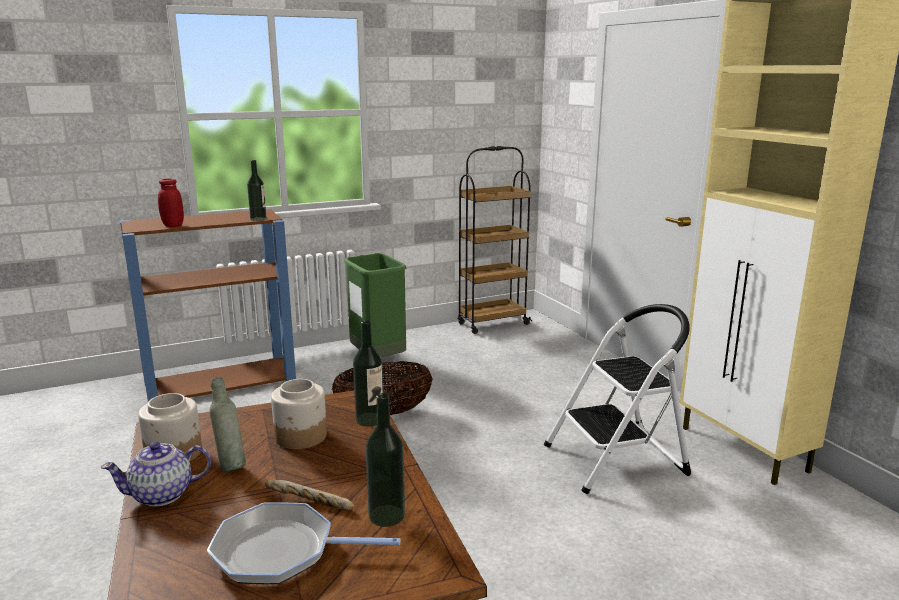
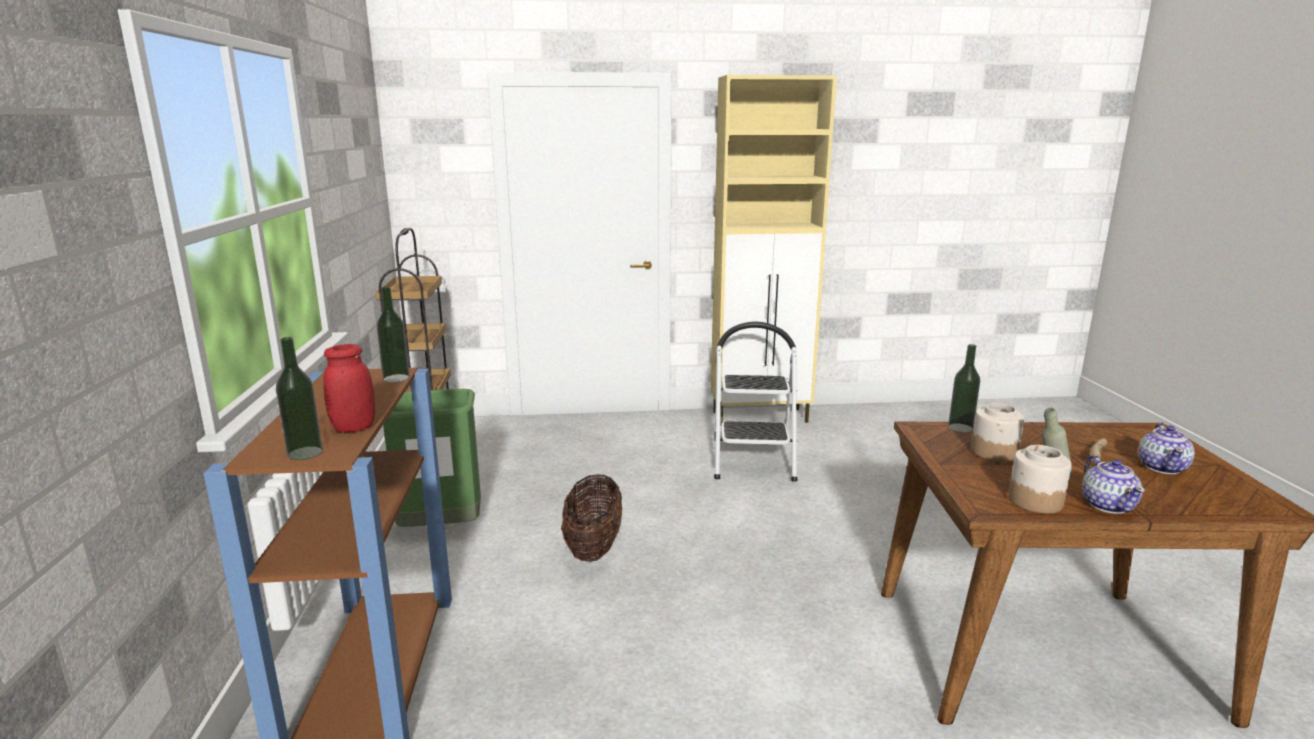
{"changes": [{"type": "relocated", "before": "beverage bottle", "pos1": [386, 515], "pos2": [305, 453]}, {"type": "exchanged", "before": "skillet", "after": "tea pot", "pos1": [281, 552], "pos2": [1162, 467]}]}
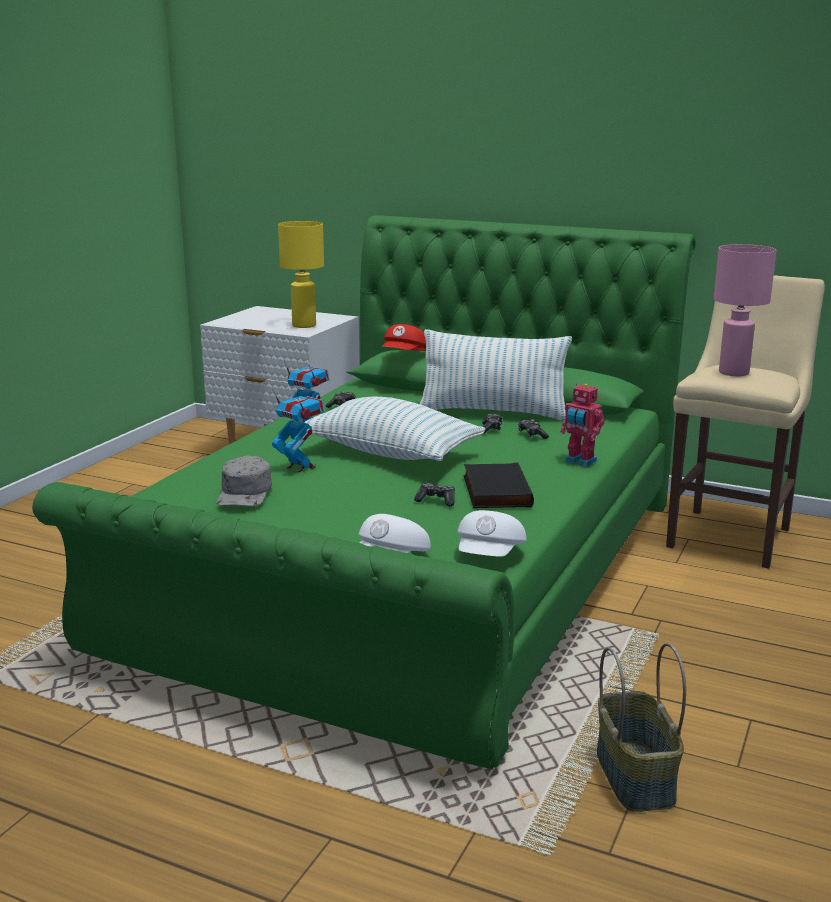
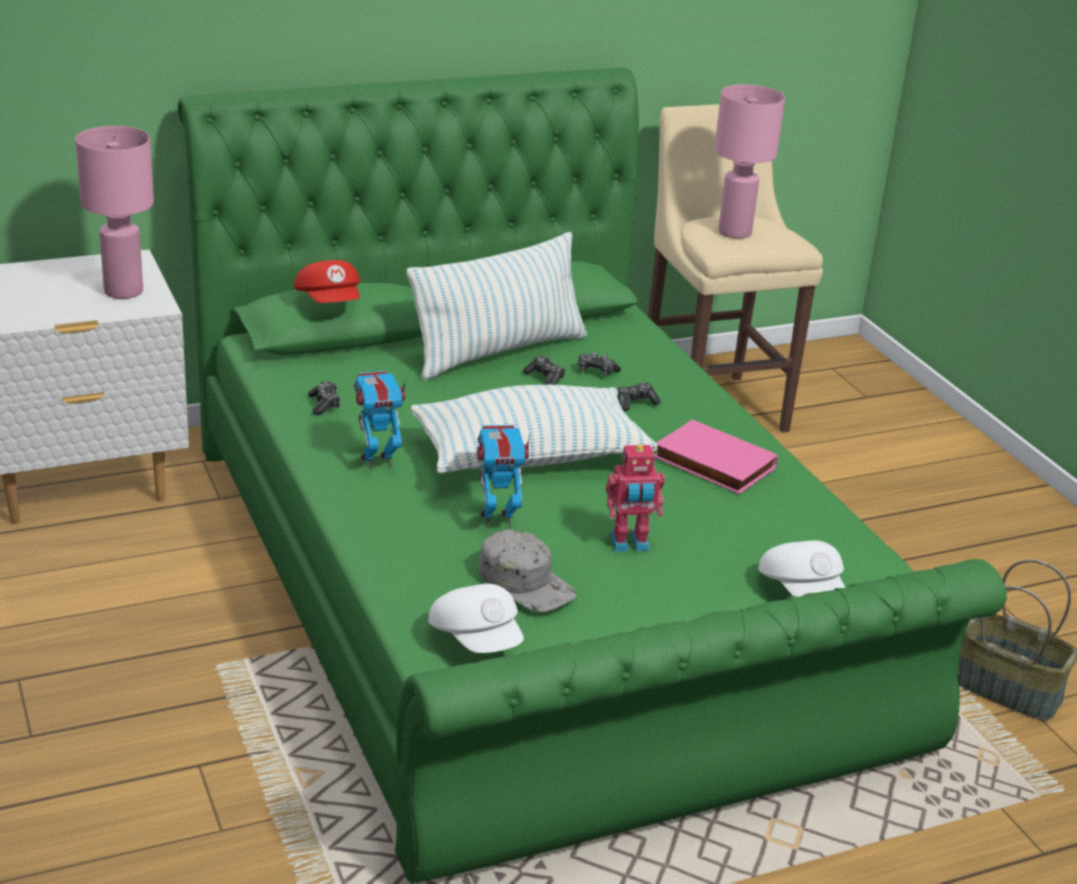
{"changes": [{"type": "colour", "before": "table lamp (yellow-coloured)", "after": "table lamp (pinkish)", "pos1": [305, 325], "pos2": [124, 291]}, {"type": "relocated", "before": "toy robot", "pos1": [579, 461], "pos2": [630, 544]}, {"type": "colour", "before": "volume (black-coloured)", "after": "volume (pinkish)", "pos1": [494, 491], "pos2": [712, 464]}, {"type": "relocated", "before": "game controller", "pos1": [436, 500], "pos2": [635, 403]}, {"type": "relocated", "before": "cap (whitish)", "pos1": [490, 556], "pos2": [477, 639]}]}
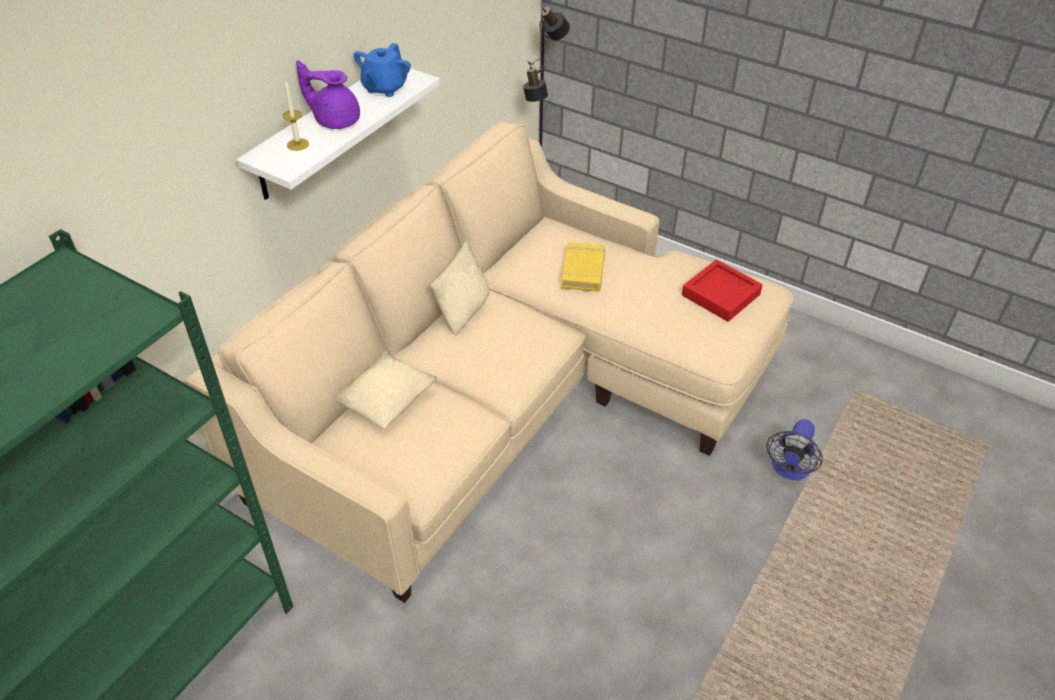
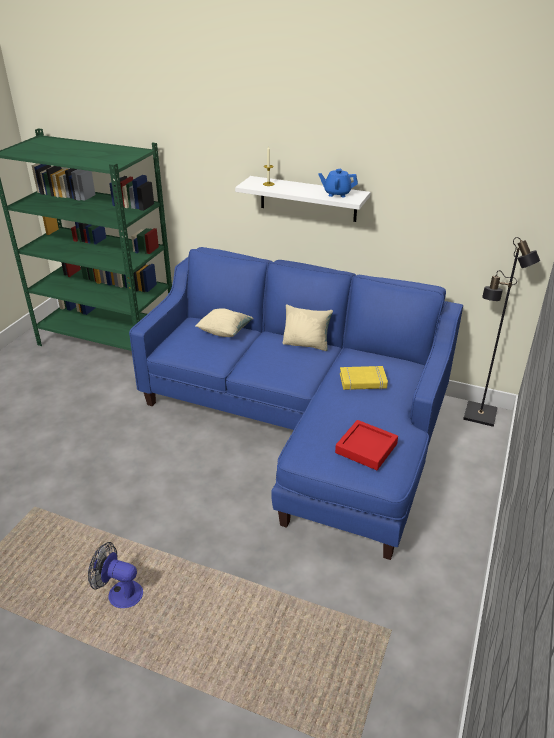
{"changes": [{"type": "missing", "before": "tea pot (purple-coloured)", "pos1": [335, 120]}, {"type": "colour", "before": "couch (beige-coloured)", "after": "couch (blue-coloured)", "pos1": [510, 400], "pos2": [303, 422]}, {"type": "relocated", "before": "fan", "pos1": [789, 470], "pos2": [119, 592]}]}
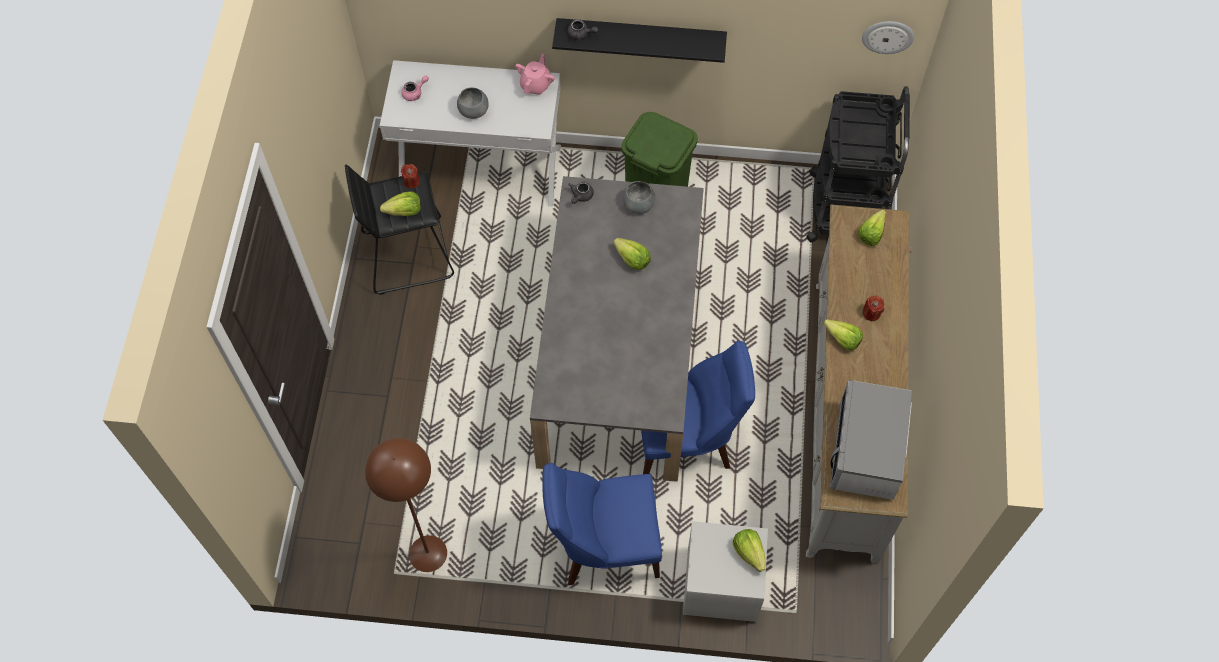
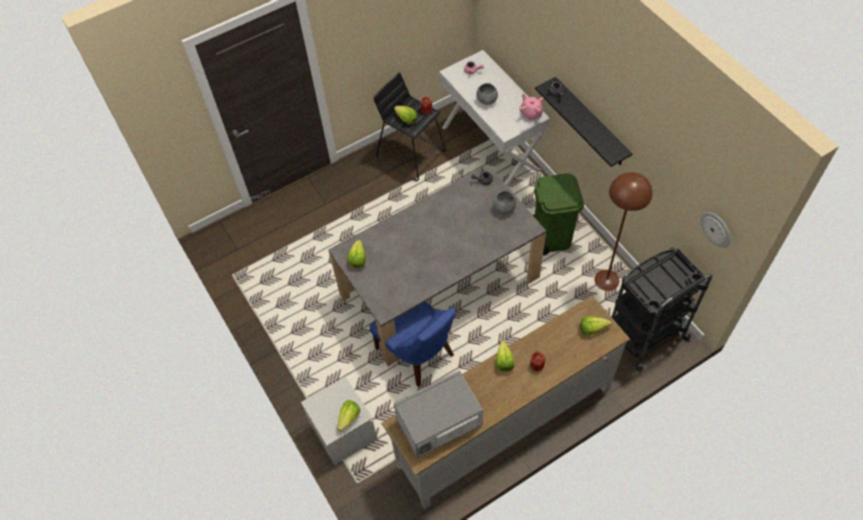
{"changes": [{"type": "spun", "before": "tea pot (pinkish)", "pos1": [536, 85], "pos2": [531, 113], "turn": -105}, {"type": "relocated", "before": "lettuce head", "pos1": [632, 260], "pos2": [357, 259]}, {"type": "relocated", "before": "standard lamp (brown)", "pos1": [427, 554], "pos2": [606, 280]}, {"type": "missing", "before": "plain chair (blue-coloured)", "pos1": [604, 545]}]}
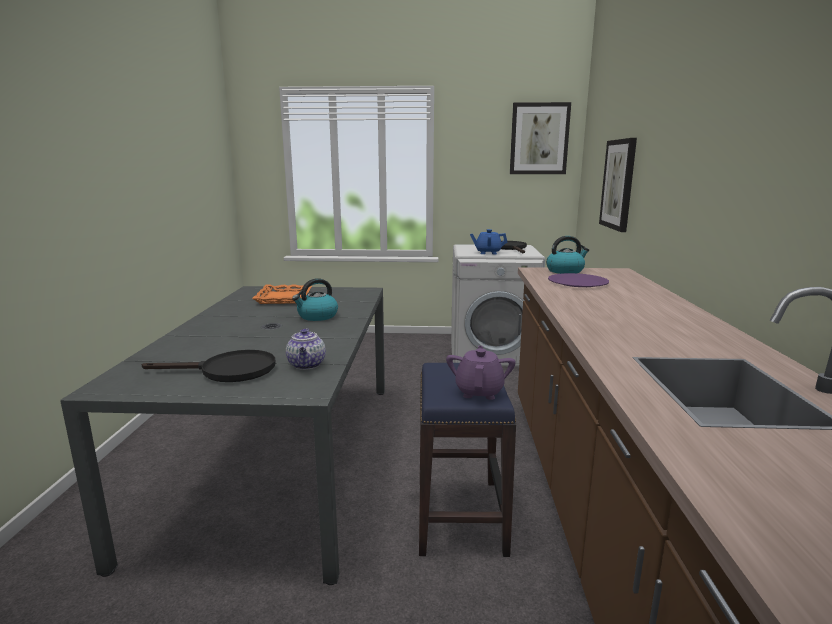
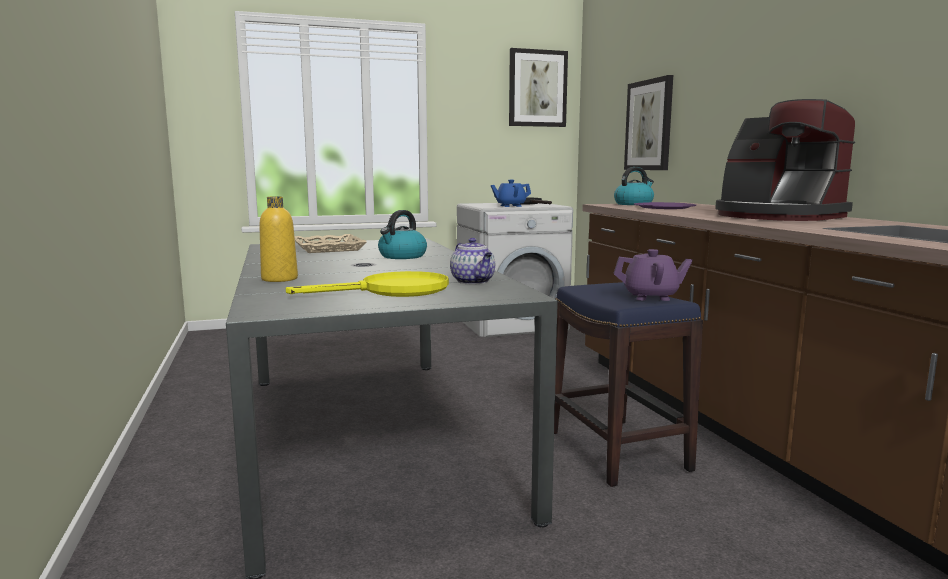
{"changes": [{"type": "colour", "before": "tray (orangey)", "after": "tray (beige-coloured)", "pos1": [284, 298], "pos2": [328, 248]}, {"type": "spun", "before": "tea pot (purple-coloured)", "pos1": [479, 392], "pos2": [651, 297], "turn": 105}, {"type": "colour", "before": "skillet (black-coloured)", "after": "skillet (yellow-coloured)", "pos1": [228, 371], "pos2": [393, 291]}, {"type": "appeared", "after": "coffee brewer", "pos2": [777, 216]}, {"type": "appeared", "after": "beverage bottle (yellow-coloured)", "pos2": [279, 279]}]}
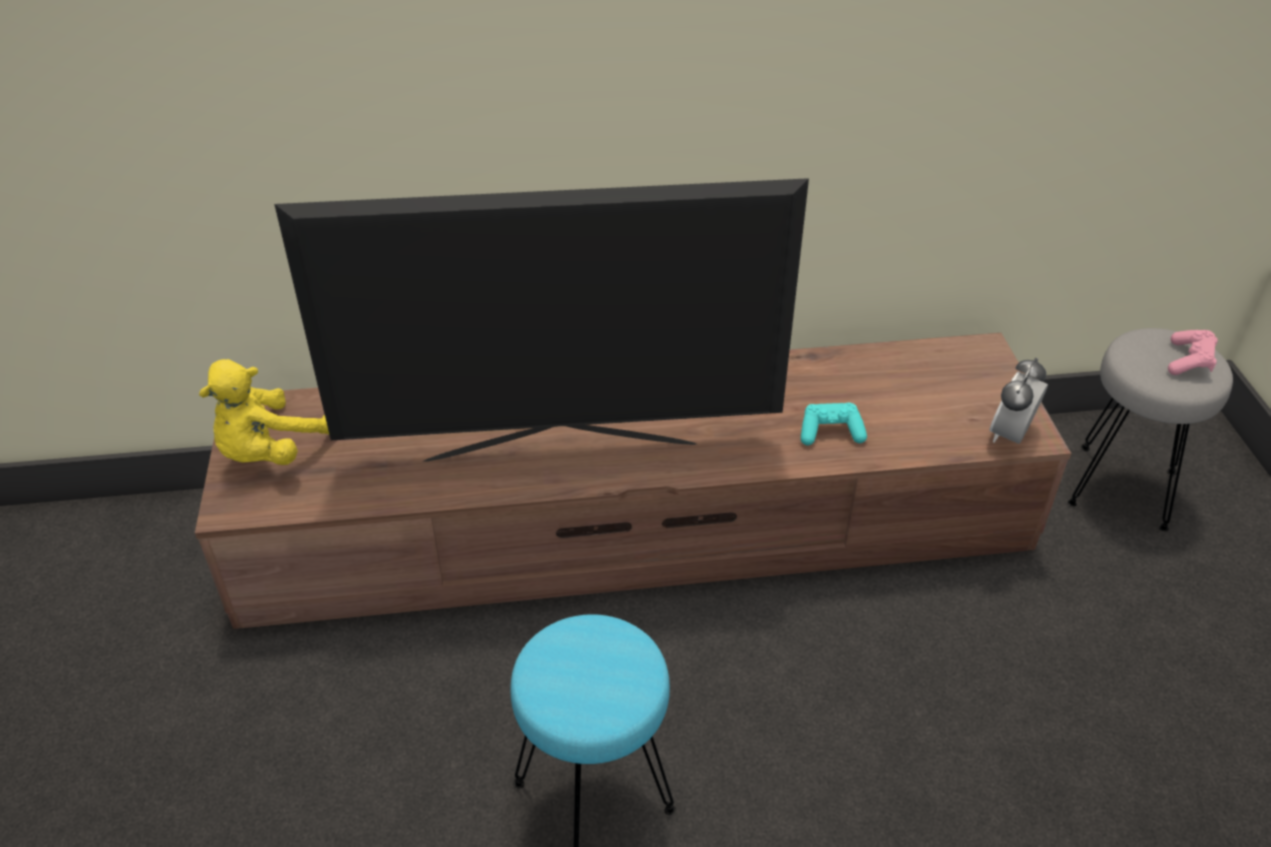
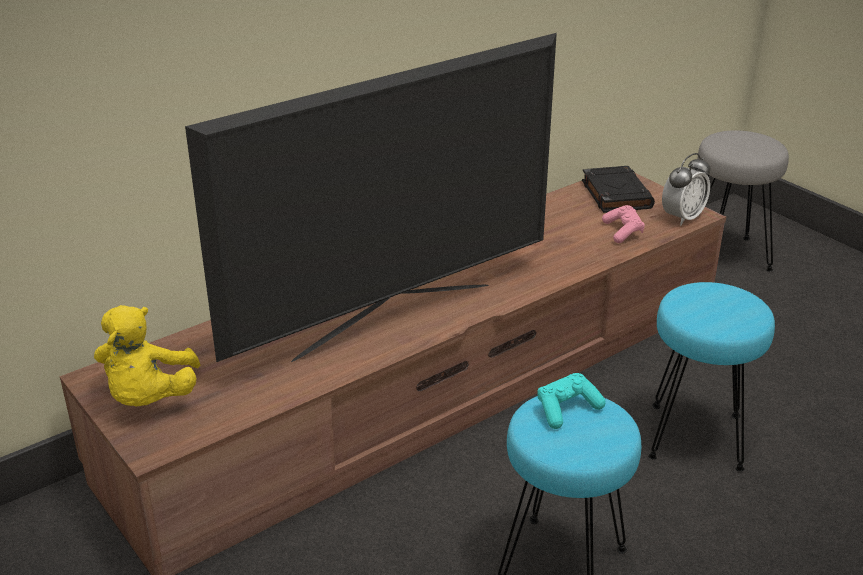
{"changes": [{"type": "relocated", "before": "game controller (pinkish)", "pos1": [1189, 361], "pos2": [623, 232]}, {"type": "spun", "before": "table clock", "pos1": [1010, 435], "pos2": [682, 217], "turn": -135}, {"type": "relocated", "before": "game controller (turquoise-coloured)", "pos1": [830, 432], "pos2": [567, 409]}, {"type": "appeared", "after": "volume (black-coloured)", "pos2": [615, 194]}, {"type": "appeared", "after": "stool seat (turquoise-coloured)", "pos2": [695, 438]}]}
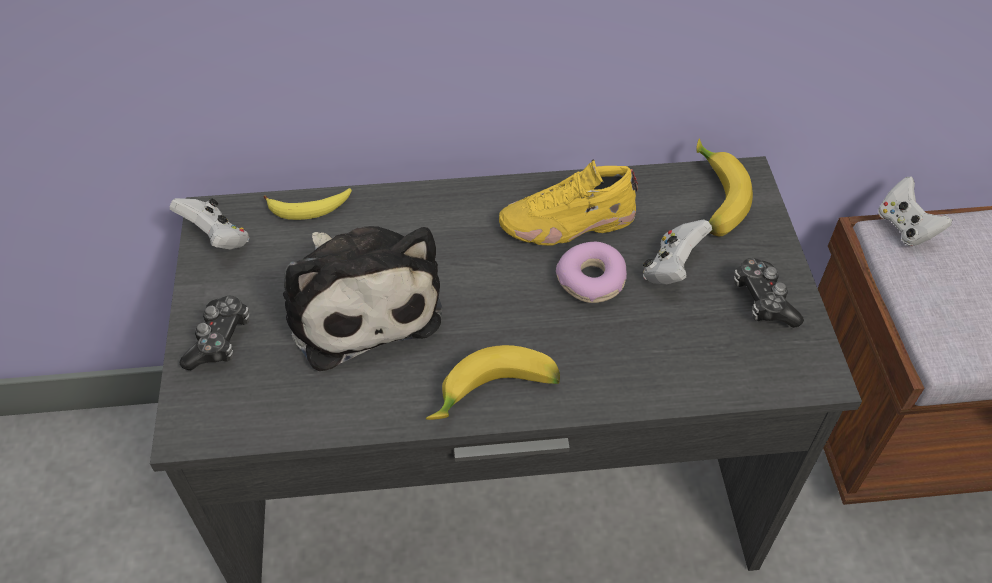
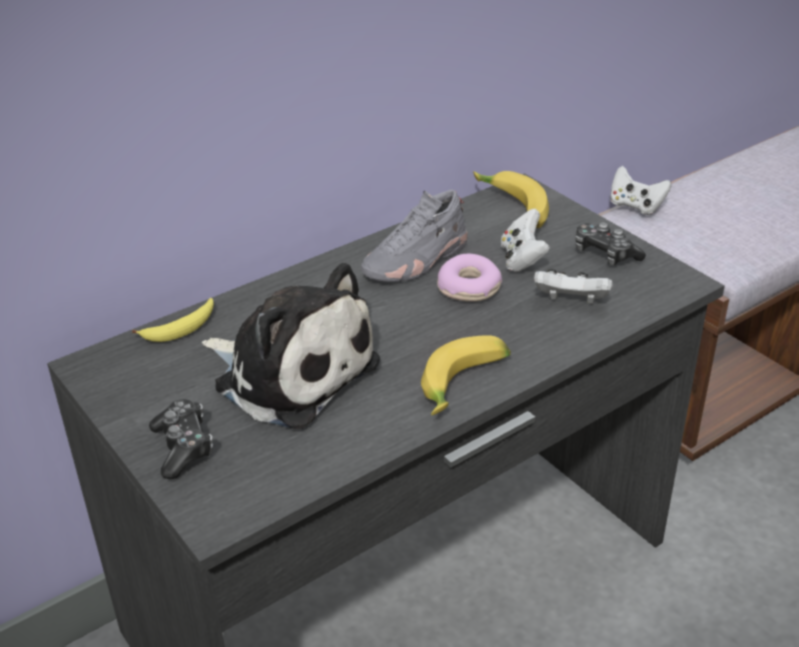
{"changes": [{"type": "colour", "before": "low shoe (yellow-coloured)", "after": "low shoe (gray)", "pos1": [567, 223], "pos2": [416, 261]}, {"type": "relocated", "before": "game controller (whitish)", "pos1": [217, 239], "pos2": [571, 302]}]}
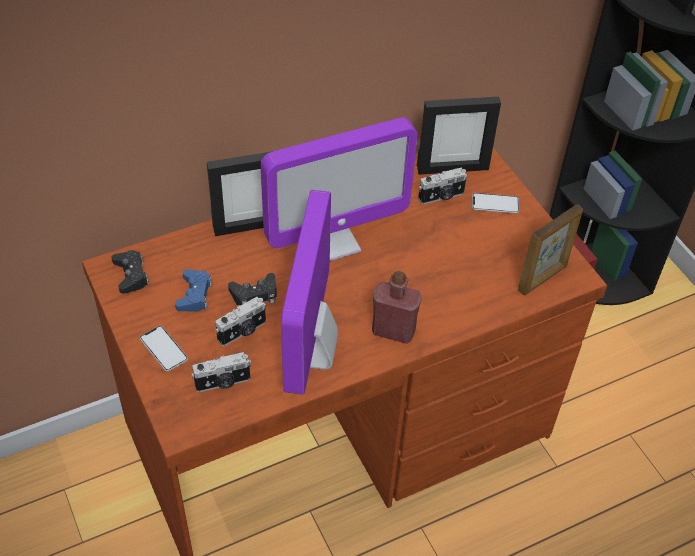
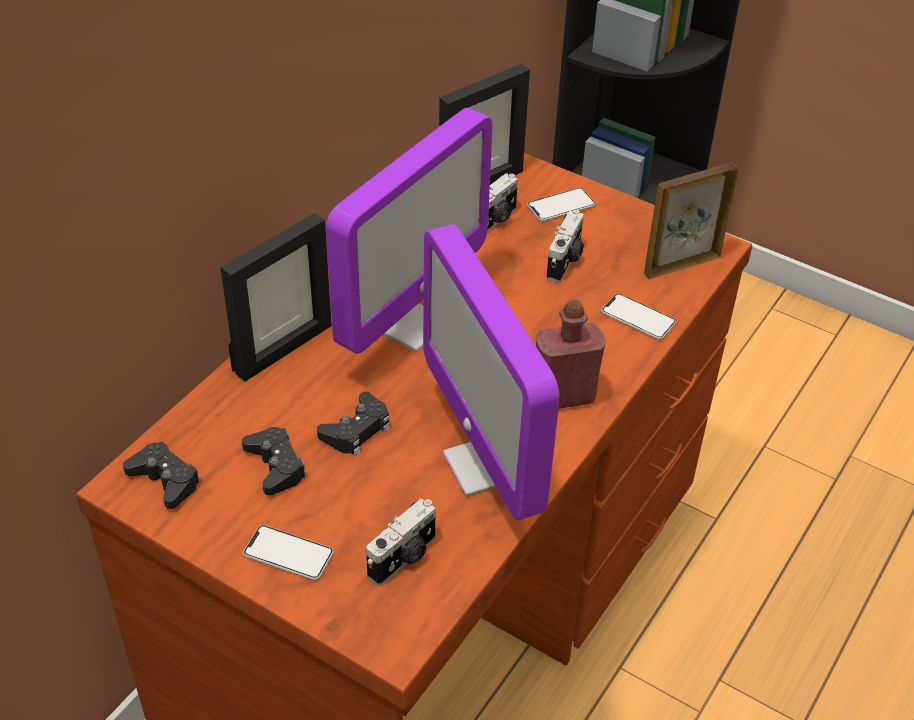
{"changes": [{"type": "spun", "before": "photo frame", "pos1": [543, 278], "pos2": [681, 265], "turn": -135}, {"type": "colour", "before": "game controller (blue-coloured)", "after": "game controller (black-coloured)", "pos1": [194, 295], "pos2": [275, 466]}, {"type": "relocated", "before": "still camera", "pos1": [243, 332], "pos2": [565, 261]}, {"type": "appeared", "after": "handset", "pos2": [638, 318]}]}
